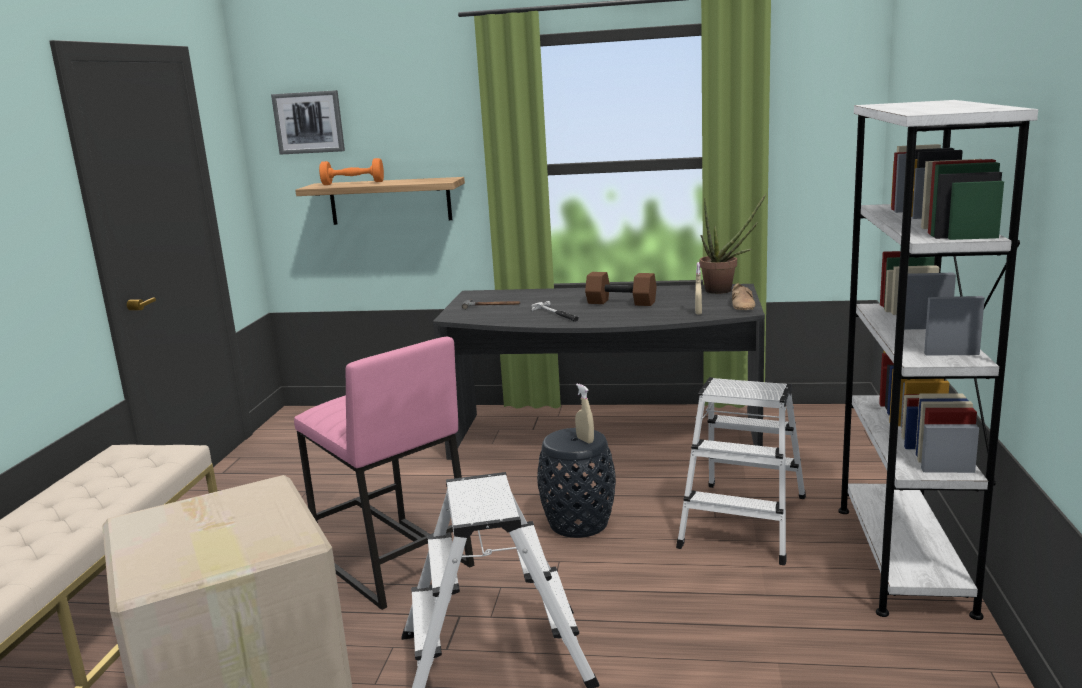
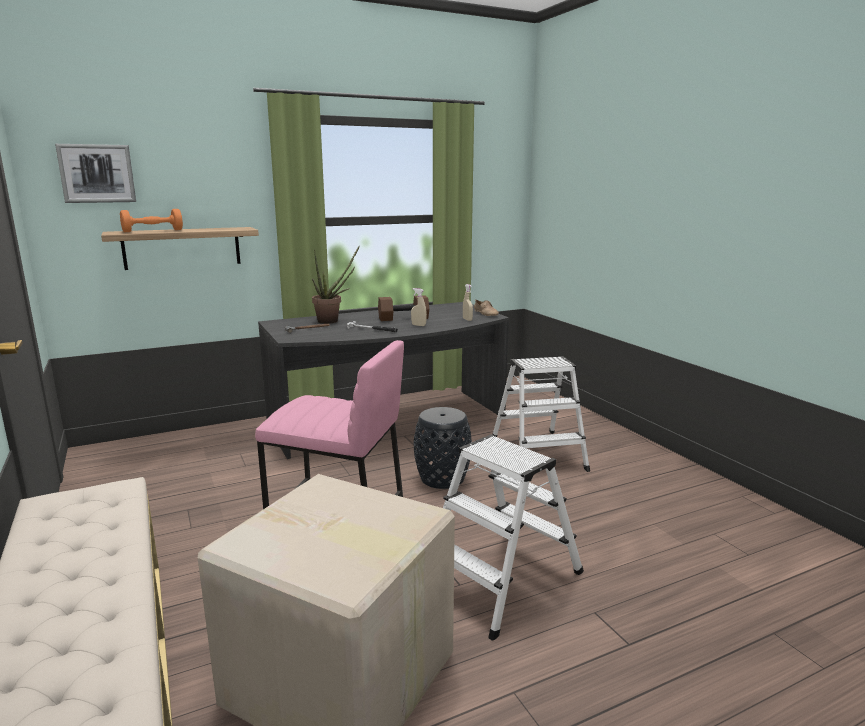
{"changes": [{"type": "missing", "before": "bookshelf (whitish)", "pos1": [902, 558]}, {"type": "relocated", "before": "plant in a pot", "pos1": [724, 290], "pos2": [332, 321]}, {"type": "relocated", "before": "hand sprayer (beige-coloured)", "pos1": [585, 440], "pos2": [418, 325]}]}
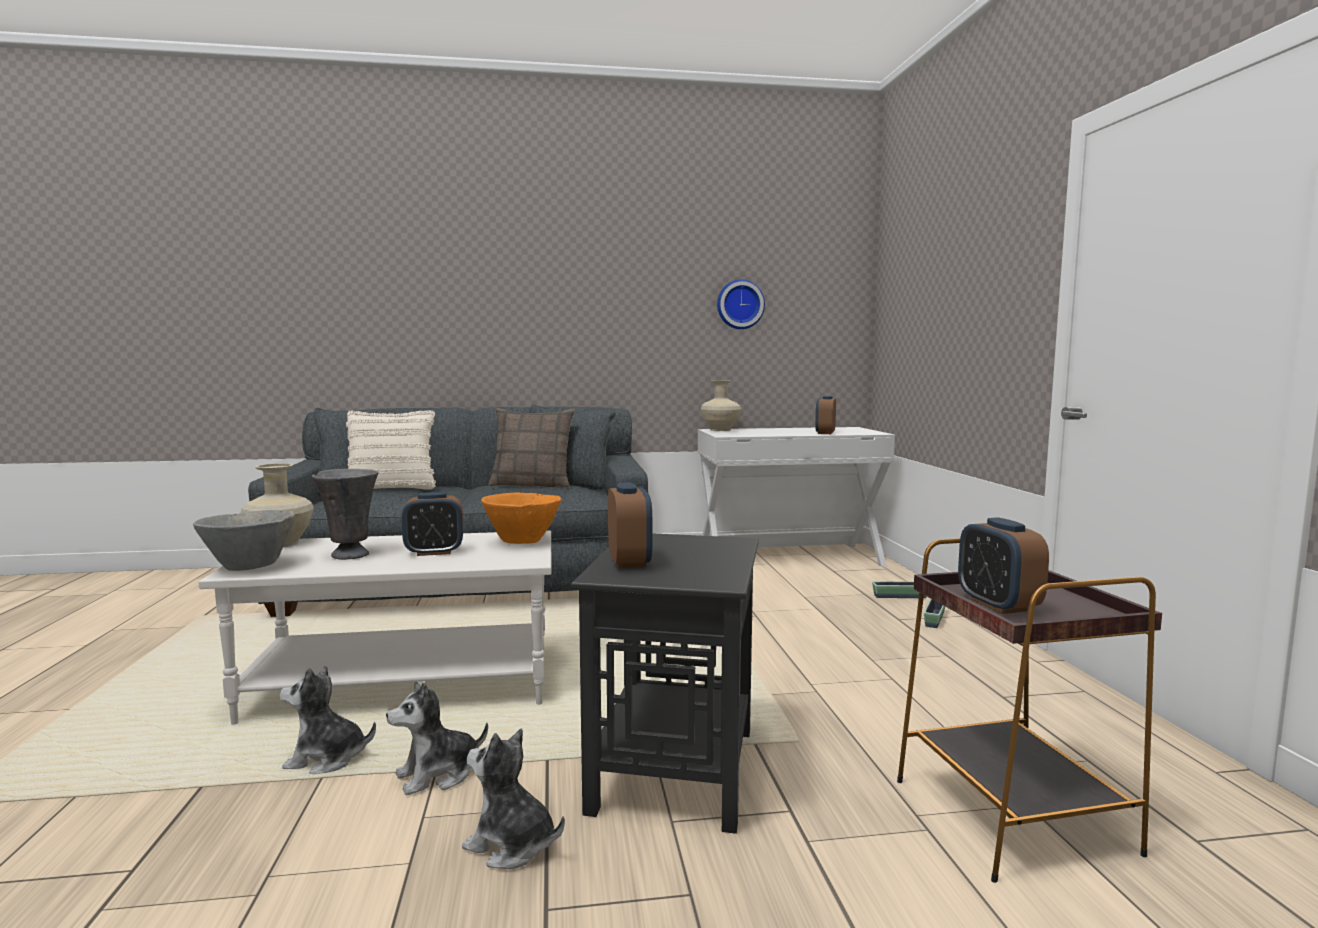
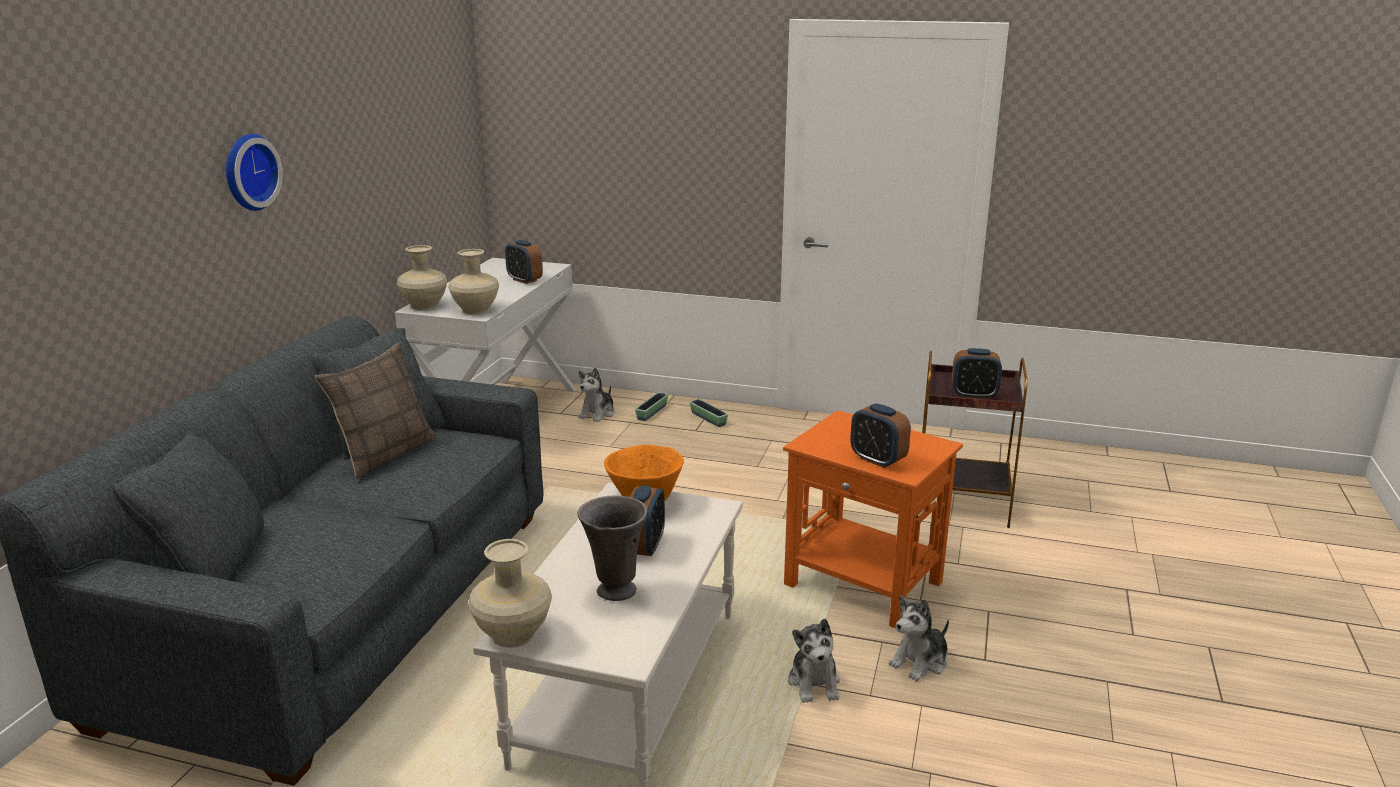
{"changes": [{"type": "relocated", "before": "clock on the wall", "pos1": [739, 304], "pos2": [248, 172]}, {"type": "missing", "before": "throw pillow (beige-coloured)", "pos1": [393, 489]}, {"type": "spun", "before": "table clock", "pos1": [629, 562], "pos2": [877, 460], "turn": -150}, {"type": "missing", "before": "deep dish (gray)", "pos1": [249, 567]}, {"type": "colour", "before": "end table (black-coloured)", "after": "end table (orangey)", "pos1": [673, 771], "pos2": [864, 584]}, {"type": "relocated", "before": "soft toy", "pos1": [326, 759], "pos2": [598, 413]}, {"type": "appeared", "after": "decorative vase (beige-coloured)", "pos2": [475, 310]}]}
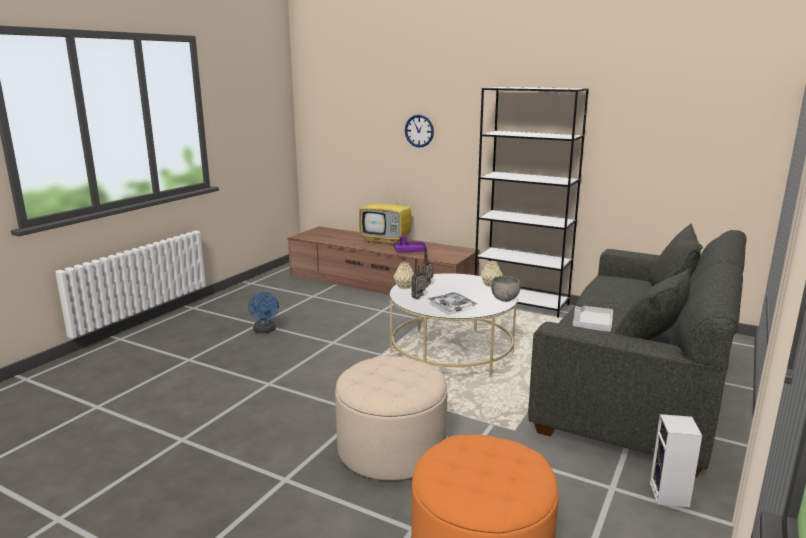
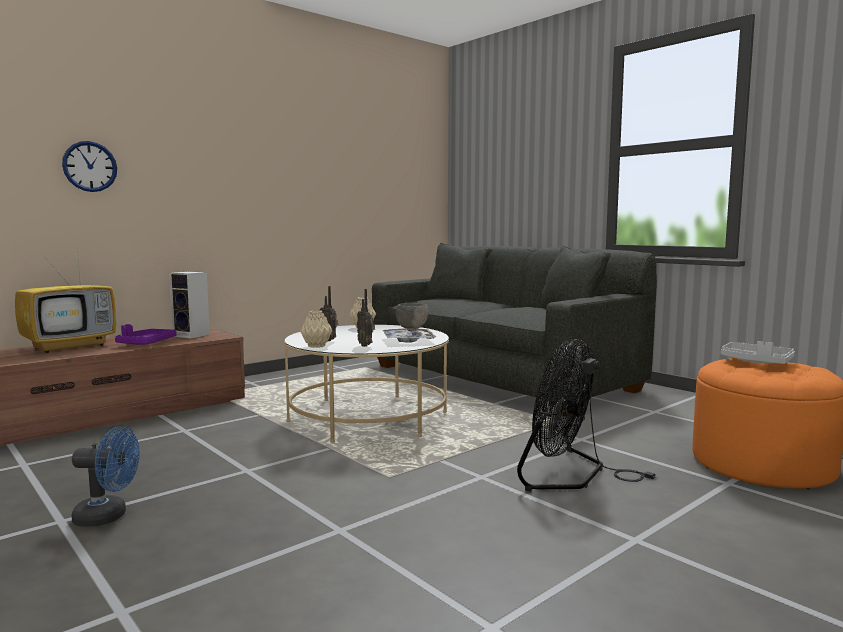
{"changes": [{"type": "missing", "before": "bookshelf (whitish)", "pos1": [521, 303]}, {"type": "relocated", "before": "tray (gray)", "pos1": [592, 325], "pos2": [756, 362]}, {"type": "exchanged", "before": "footrest (beige-coloured)", "after": "fan (black-coloured)", "pos1": [391, 449], "pos2": [576, 473]}, {"type": "relocated", "before": "speaker", "pos1": [670, 496], "pos2": [192, 335]}]}
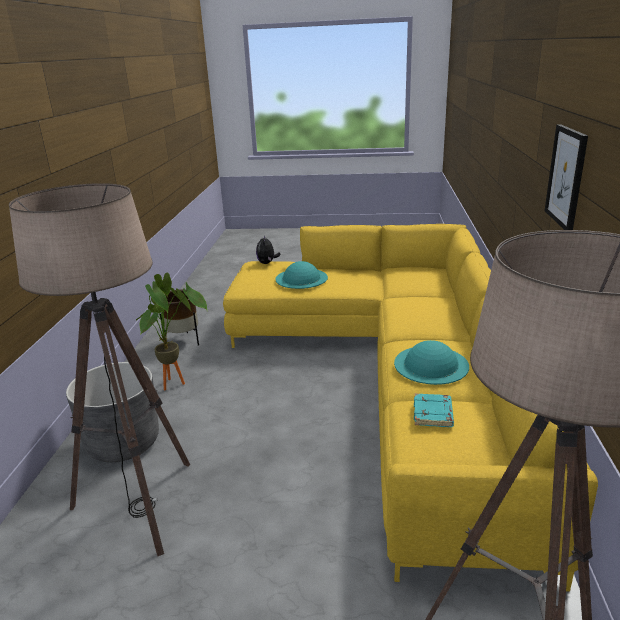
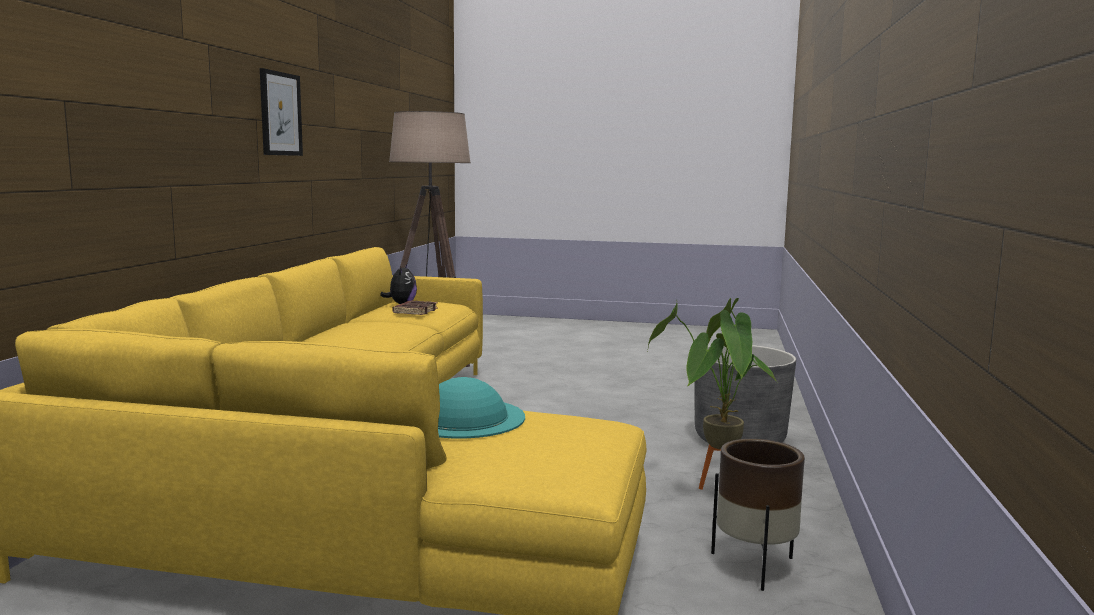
{"changes": [{"type": "missing", "before": "standard lamp", "pos1": [140, 506]}, {"type": "relocated", "before": "soft toy", "pos1": [267, 263], "pos2": [401, 304]}, {"type": "missing", "before": "clothing hat (turquoise-coloured)", "pos1": [431, 364]}, {"type": "colour", "before": "volume (turquoise-coloured)", "after": "volume (brown)", "pos1": [433, 414], "pos2": [415, 311]}]}
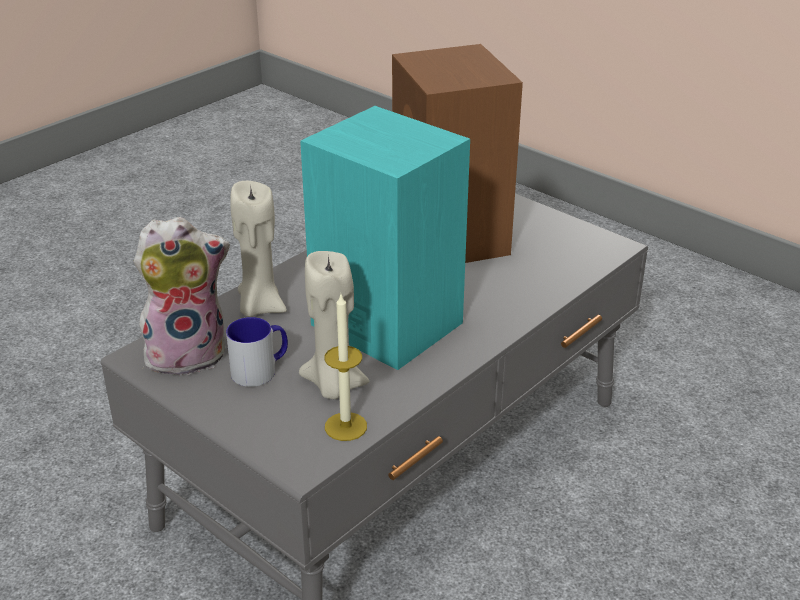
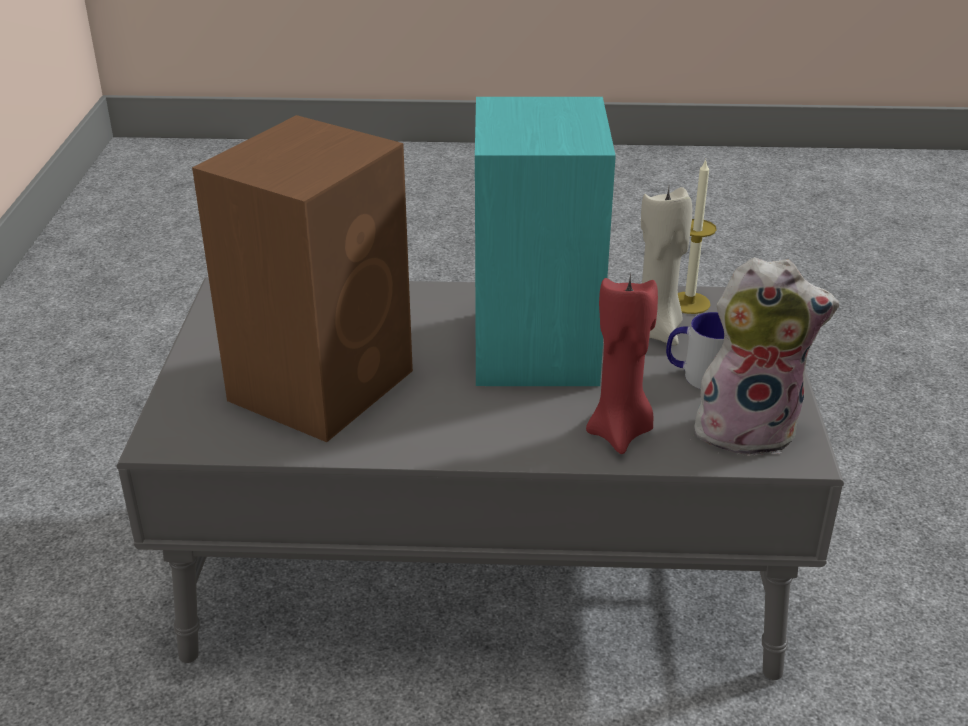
{"changes": [{"type": "colour", "before": "wax candle (beige-coloured)", "after": "wax candle (red)", "pos1": [259, 307], "pos2": [620, 433]}, {"type": "spun", "before": "soft toy", "pos1": [188, 353], "pos2": [748, 429], "turn": 150}]}
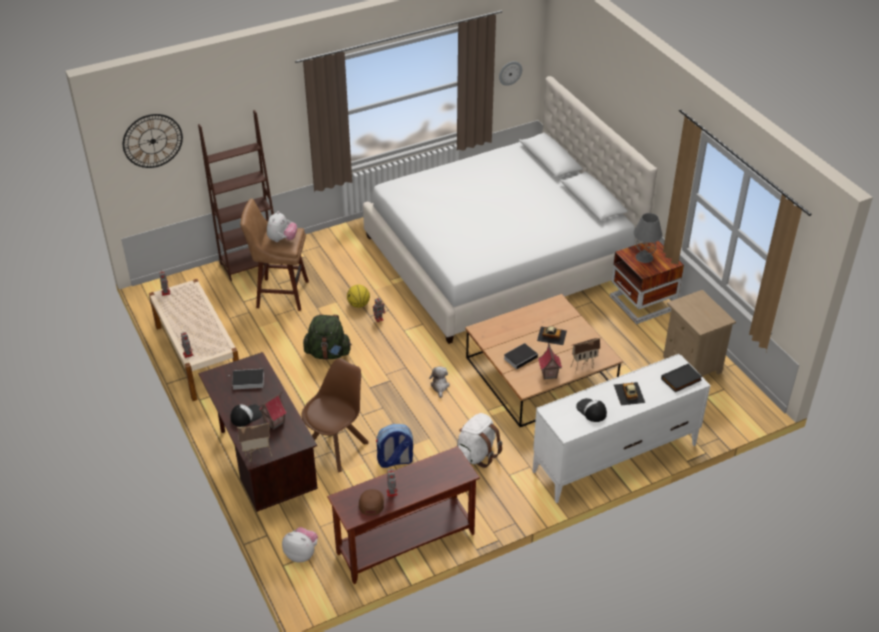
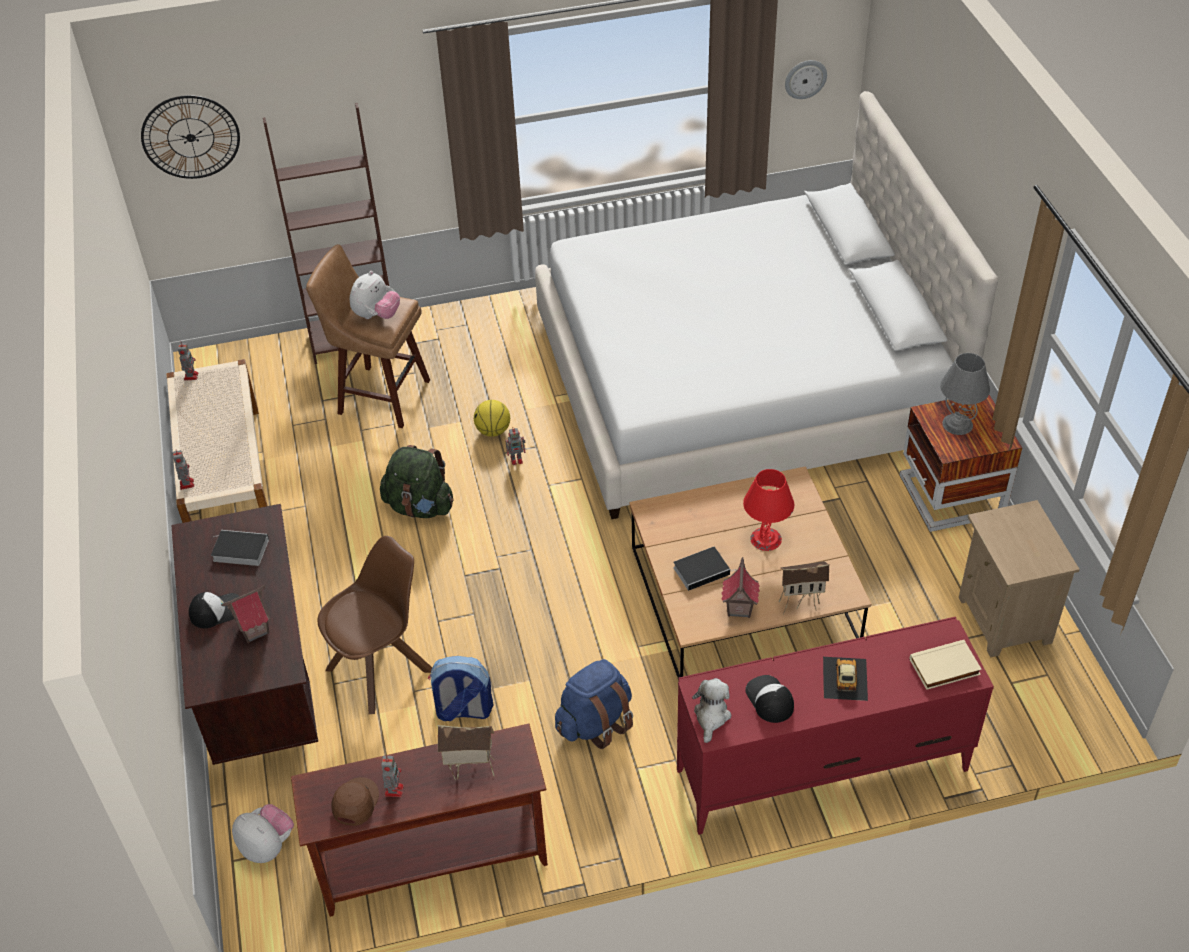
{"changes": [{"type": "exchanged", "before": "toy car", "after": "table lamp (red)", "pos1": [551, 335], "pos2": [765, 538]}, {"type": "colour", "before": "chest of drawers (whitish)", "after": "chest of drawers (red)", "pos1": [614, 459], "pos2": [821, 771]}, {"type": "colour", "before": "volume (black-coloured)", "after": "volume (beige-coloured)", "pos1": [681, 380], "pos2": [944, 668]}, {"type": "relocated", "before": "soft toy", "pos1": [440, 386], "pos2": [711, 716]}, {"type": "colour", "before": "backpack (whitish)", "after": "backpack (blue-coloured)", "pos1": [476, 455], "pos2": [595, 723]}, {"type": "relocated", "before": "model house", "pos1": [257, 456], "pos2": [470, 771]}]}
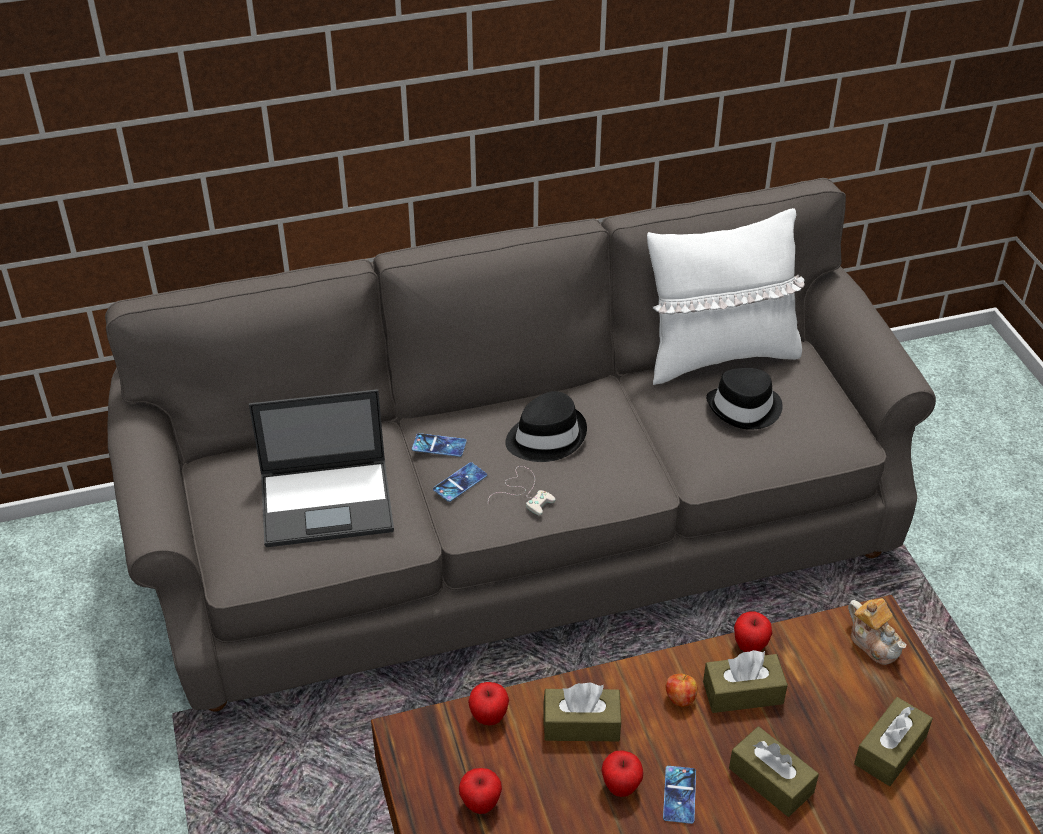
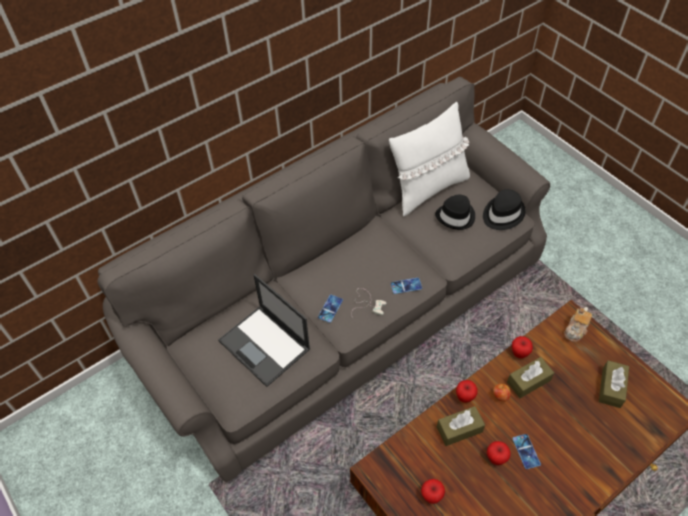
{"changes": [{"type": "spun", "before": "laptop", "pos1": [328, 502], "pos2": [265, 345], "turn": 75}, {"type": "relocated", "before": "clothing hat (black-coloured)", "pos1": [546, 437], "pos2": [502, 214]}, {"type": "relocated", "before": "handset", "pos1": [439, 445], "pos2": [406, 286]}, {"type": "spun", "before": "tea pot", "pos1": [874, 642], "pos2": [576, 330], "turn": 90}, {"type": "relocated", "before": "whole apple", "pos1": [489, 717], "pos2": [464, 397]}, {"type": "missing", "before": "tissue box (brown)", "pos1": [771, 780]}]}
